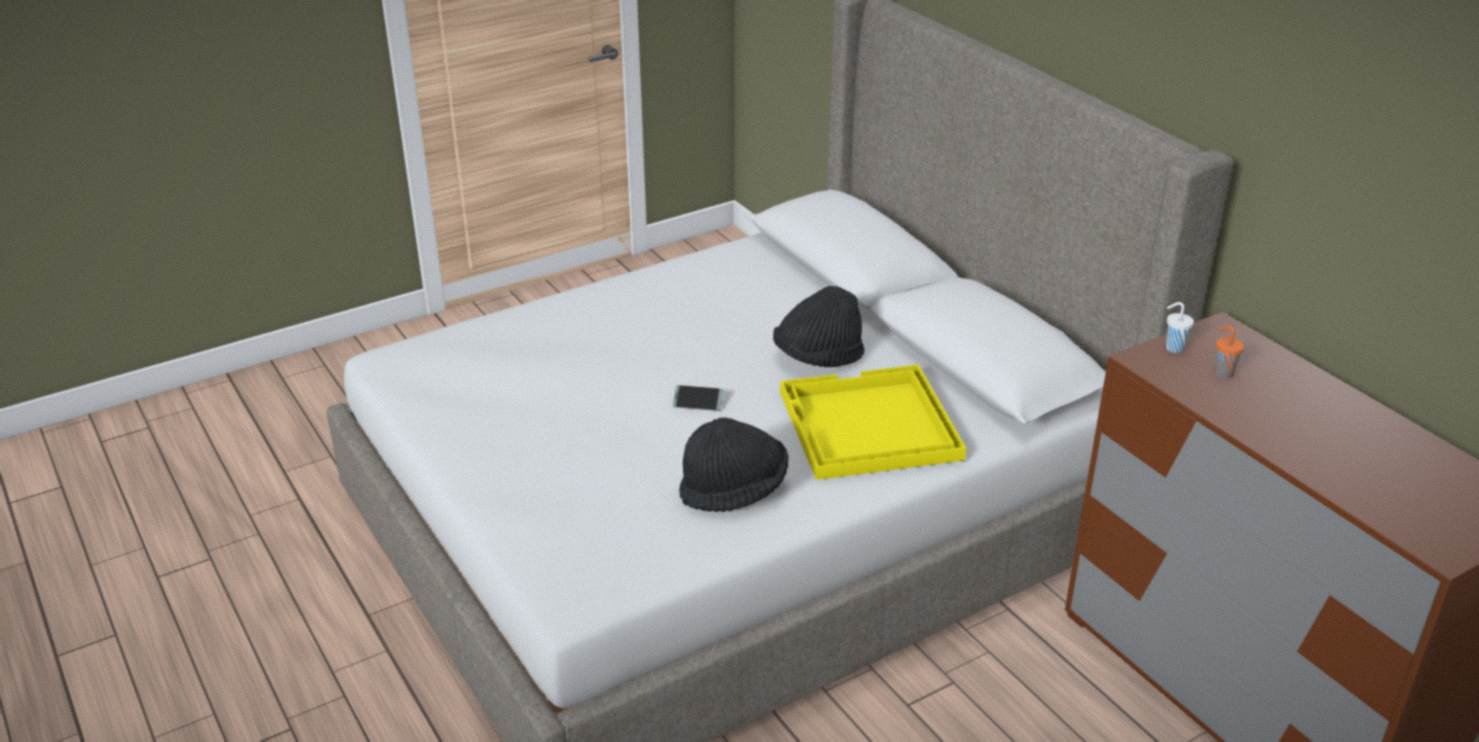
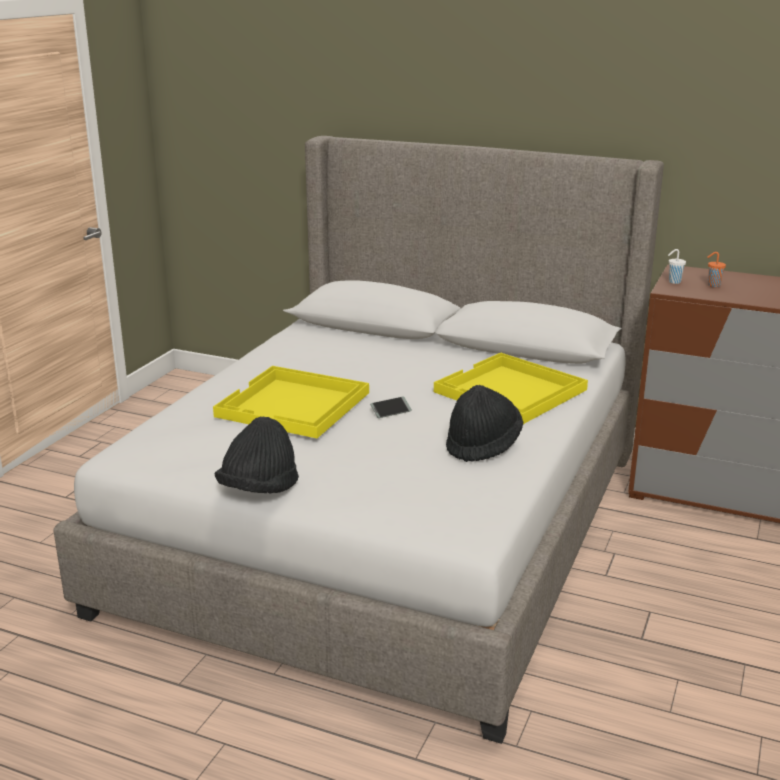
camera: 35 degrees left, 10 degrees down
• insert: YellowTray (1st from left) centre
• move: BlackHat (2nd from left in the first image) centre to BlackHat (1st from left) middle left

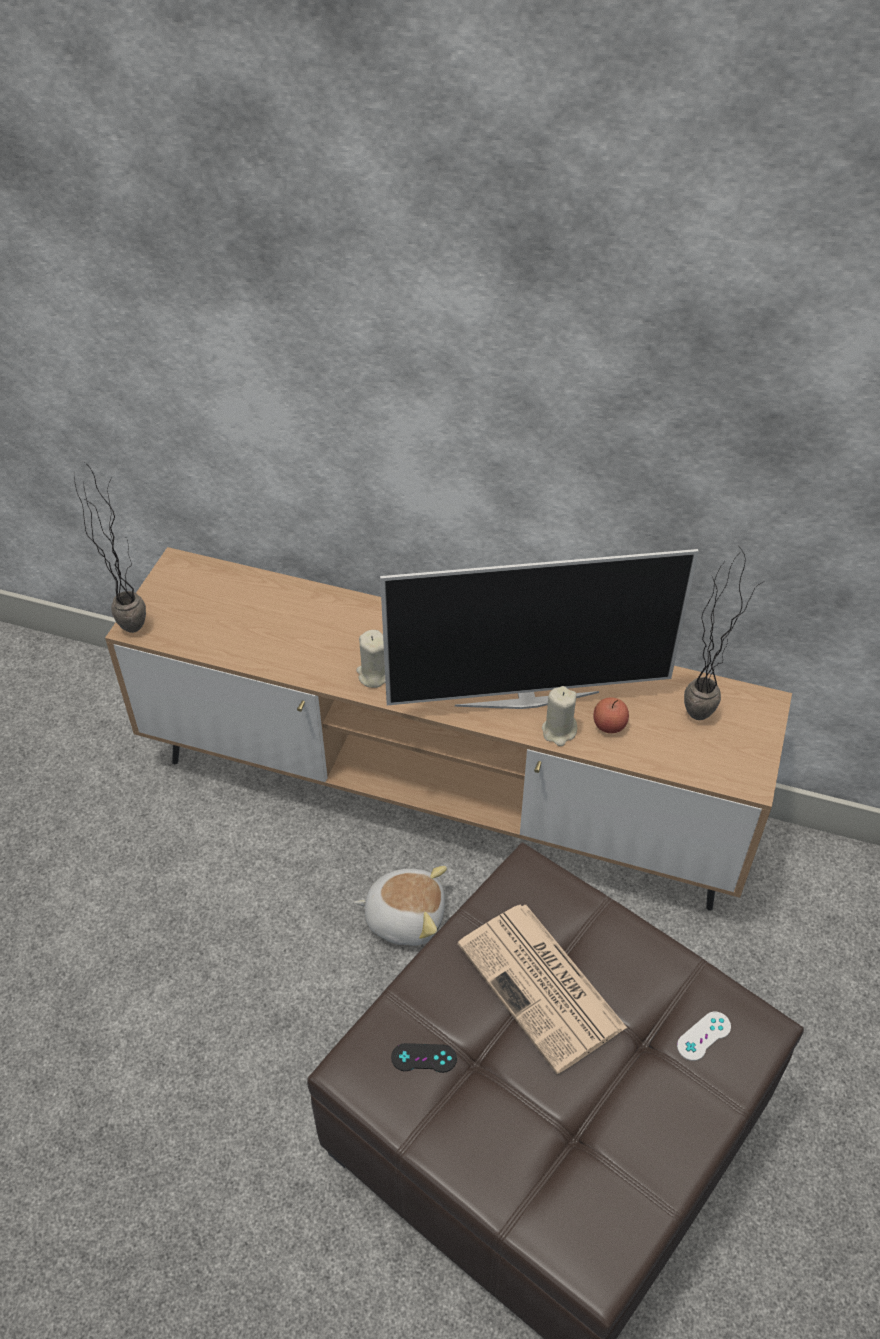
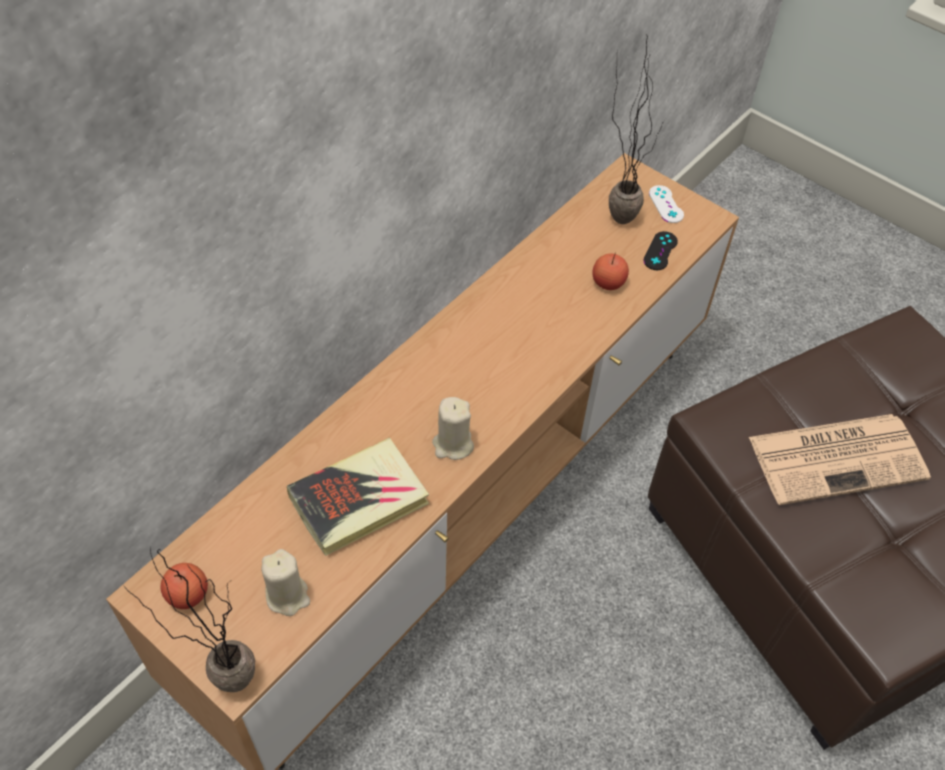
camera: 70 degrees left, 5 degrees up
• delete: PlushToy bottom centre
• delete: Television centre
• insert: Apple (1st from left) bottom left
• insert: Book centre
• move: BlackGameController bottom centre to top right
• move: BeigeCandle (2nd from left in the first image) centre to BeigeCandle (1st from left) bottom left
• move: WhiteGameController bottom right to top right

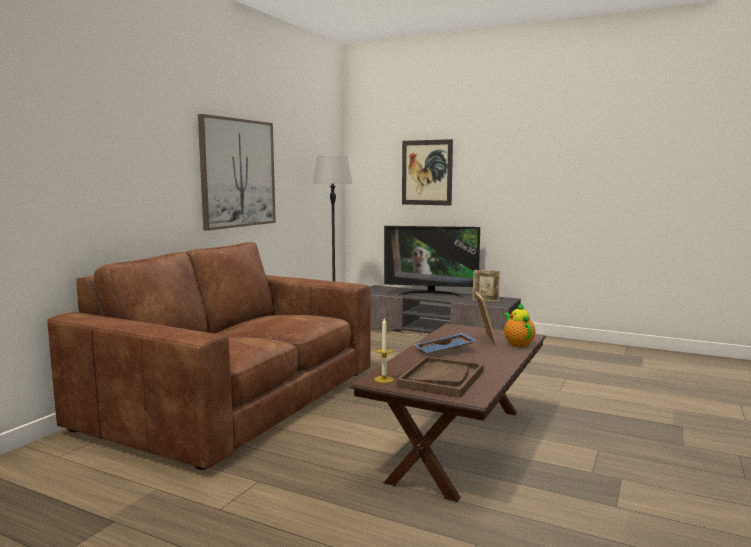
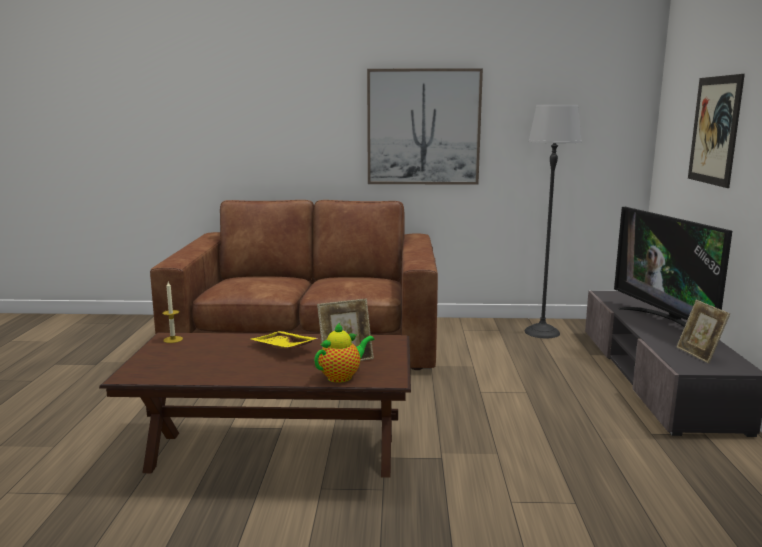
camera: 65 degrees right, 5 degrees up
• delete: BrownTray bottom centre
• recolor: BlueTray centre to YellowTray centre

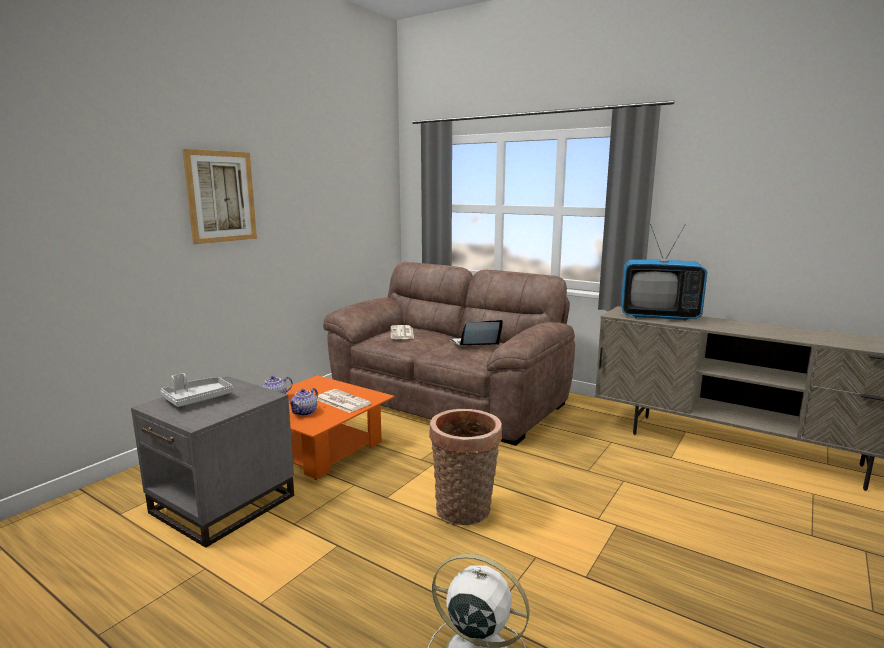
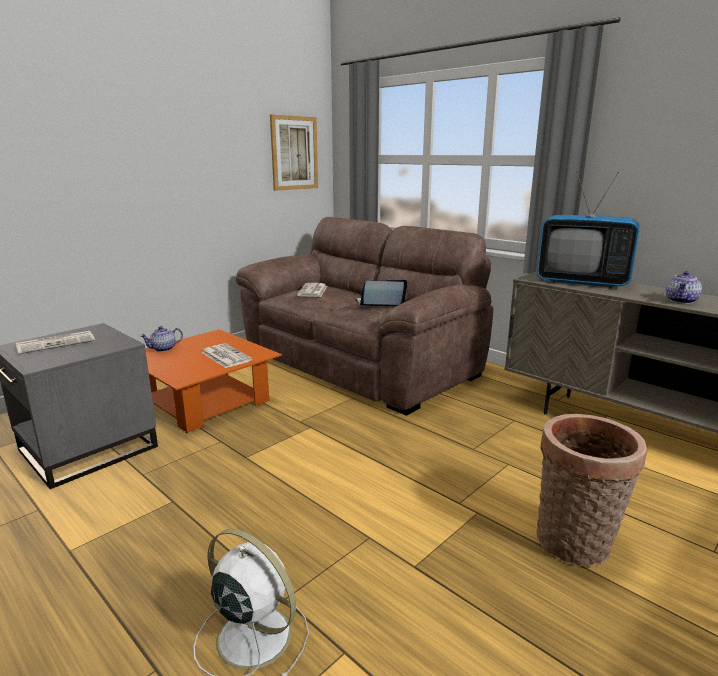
camera: 10 degrees right, 5 degrees up
• move: Picture top left to top centre
• move: Teapot (2nd from left) centre to middle right
• move: Basket bottom centre to bottom right
• replace: GreyTray middle left to Newspaper (1st from left) middle left

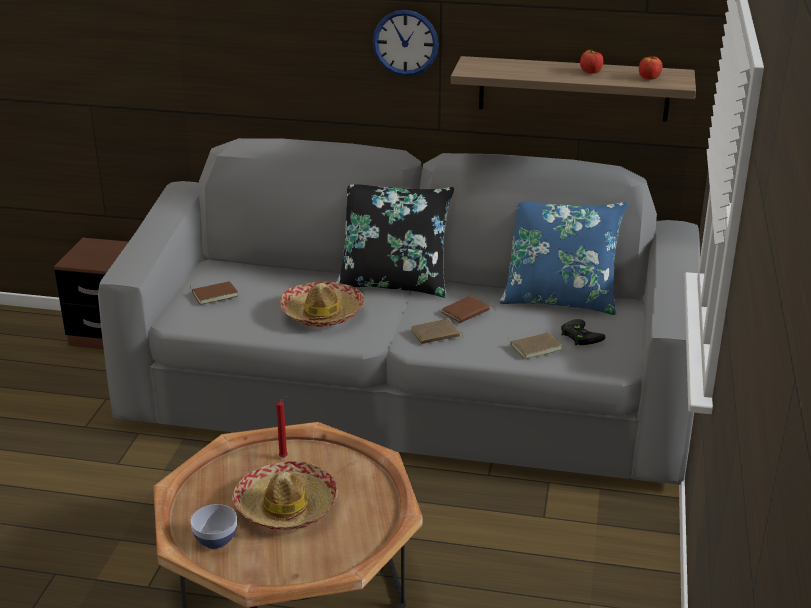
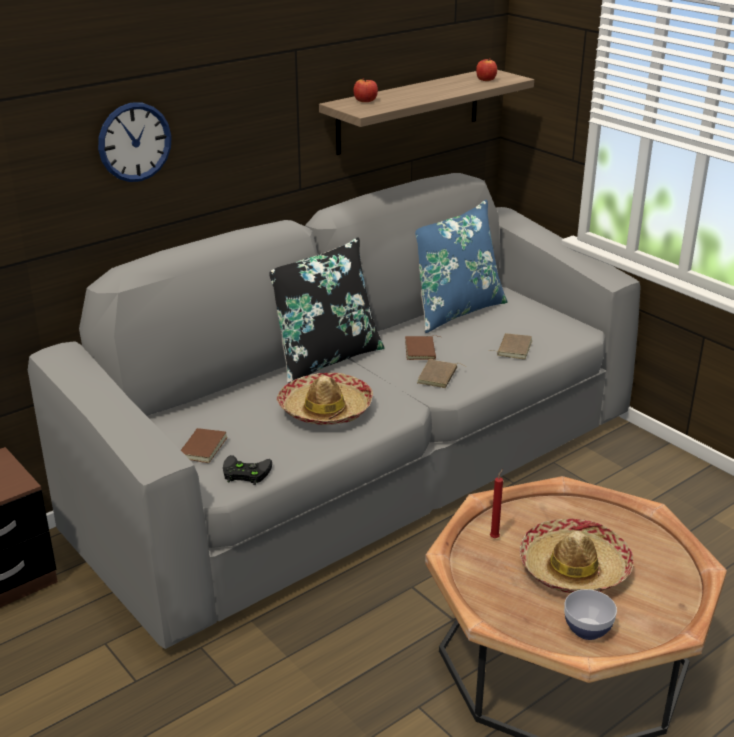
camera: 50 degrees left, 0 degrees up
• move: WallClock top centre to top left
• move: BlackGameController middle right to centre
• move: Apple (1st from left) top right to top centre

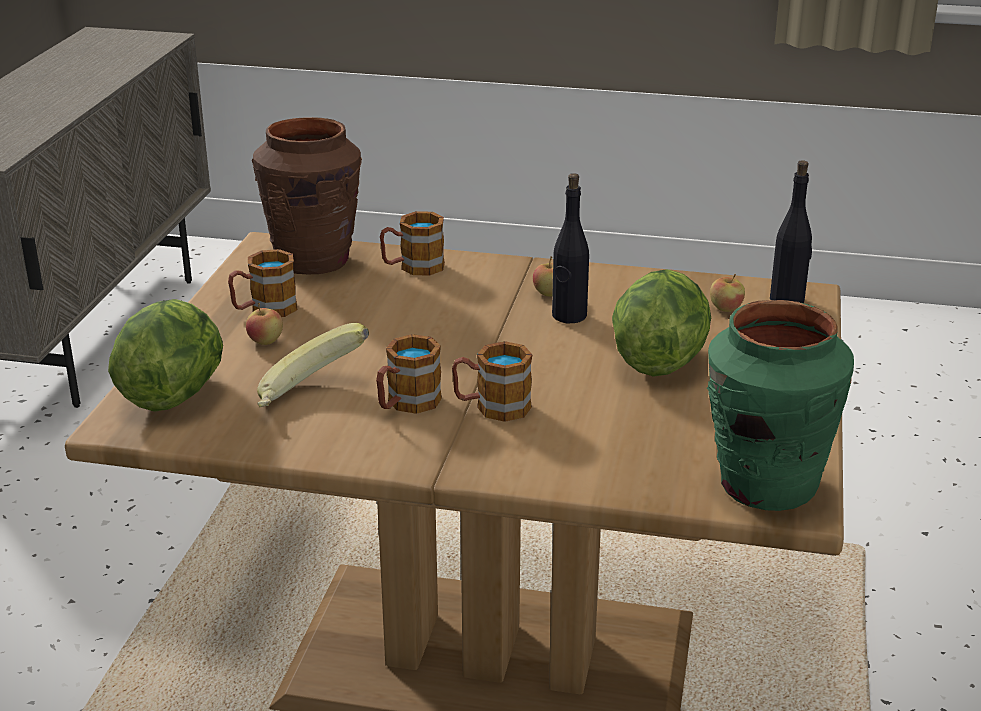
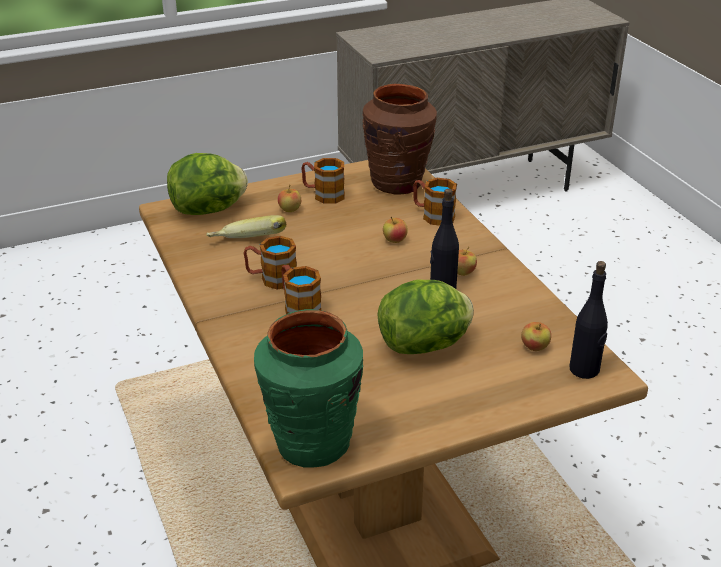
camera: 55 degrees right, 5 degrees up
• insert: Apple (2nd from left) centre

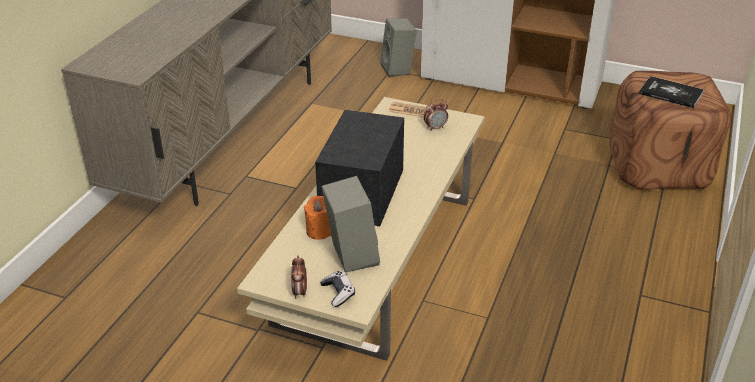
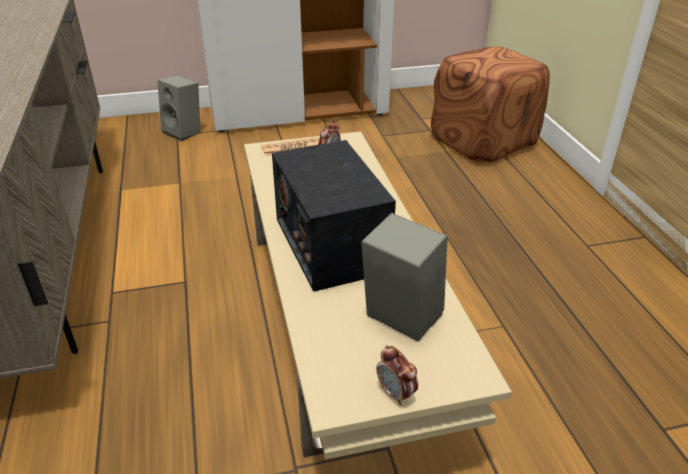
camera: 35 degrees left, 0 degrees up
• delete: OrangeCandle centre
• delete: GameController bottom centre
• delete: Book top right

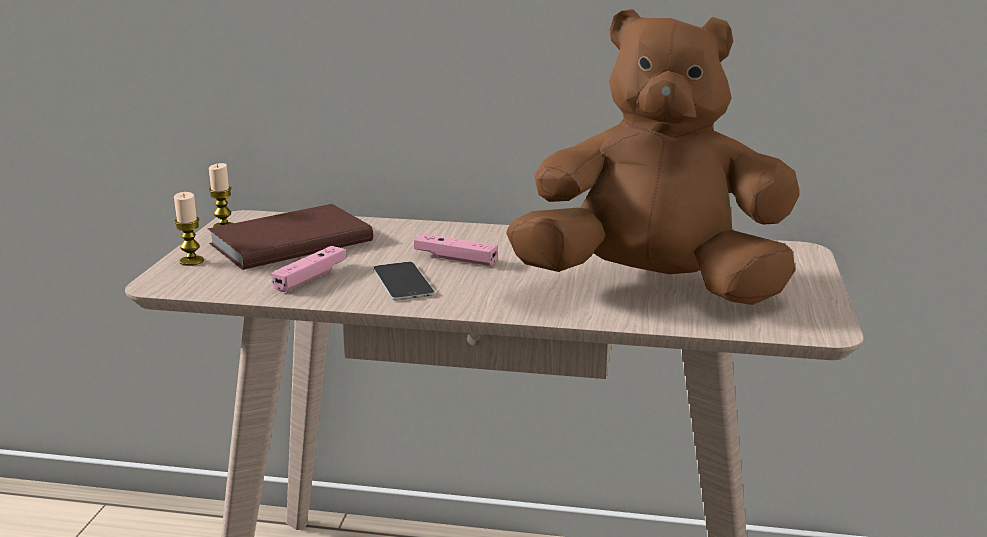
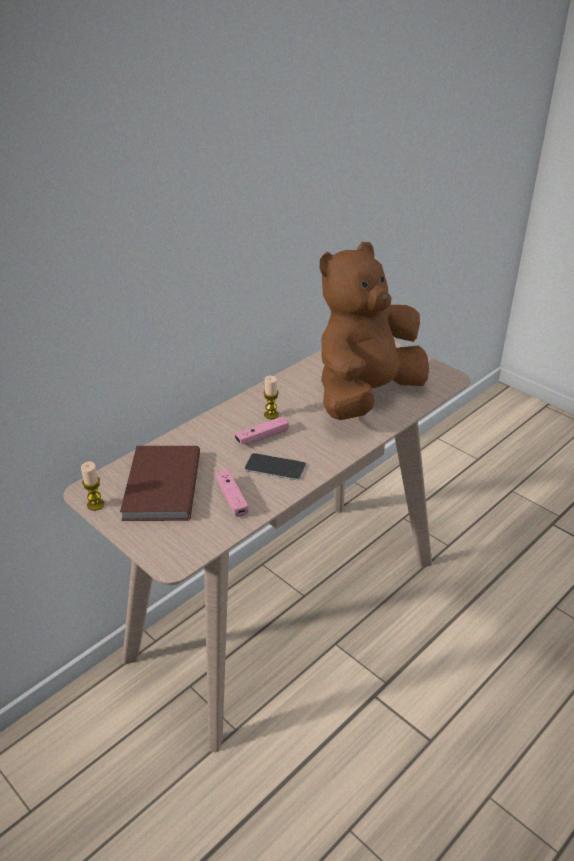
camera: 55 degrees left, 15 degrees up
• move: Candle (1st from left in the first image) middle left to Candle (2nd from left) centre

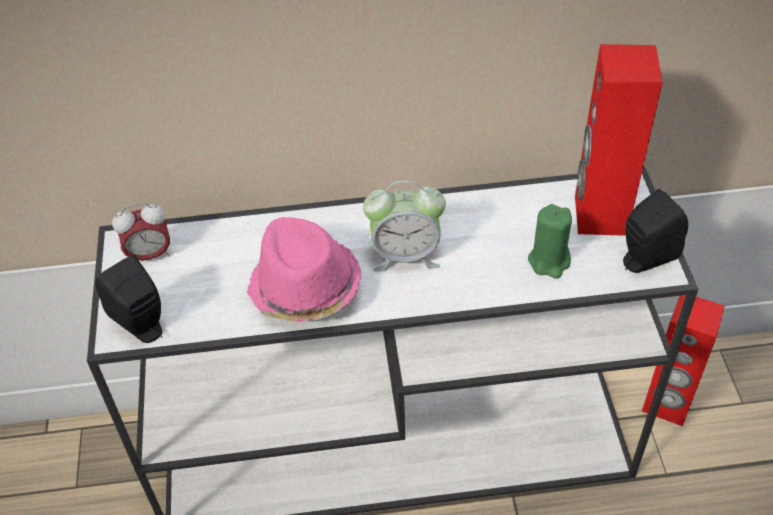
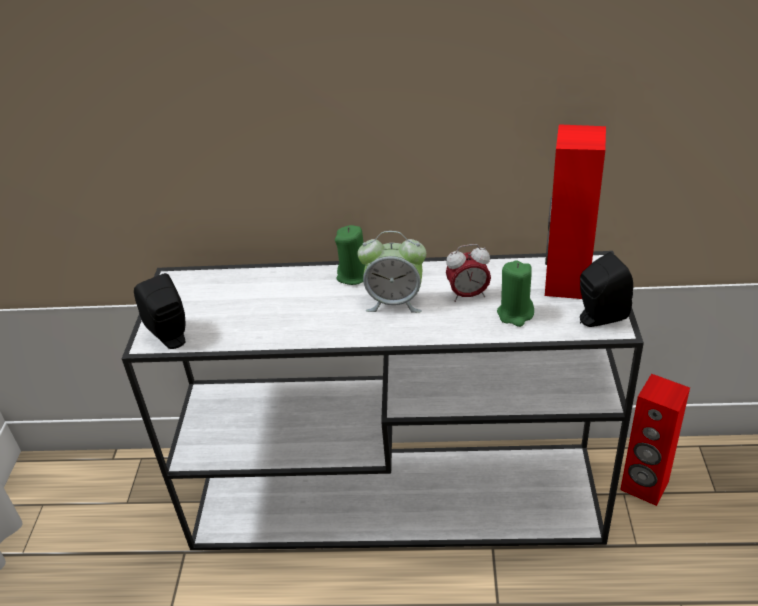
camera: 10 degrees right, 10 degrees down
• delete: PinkHat centre
• insert: GreenCandle (1st from left) centre
• move: AlarmClock (1st from left in the first image) middle left to AlarmClock (2nd from left) centre

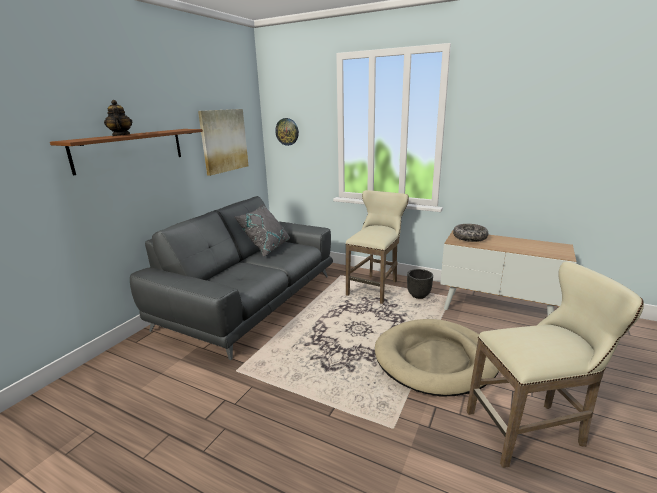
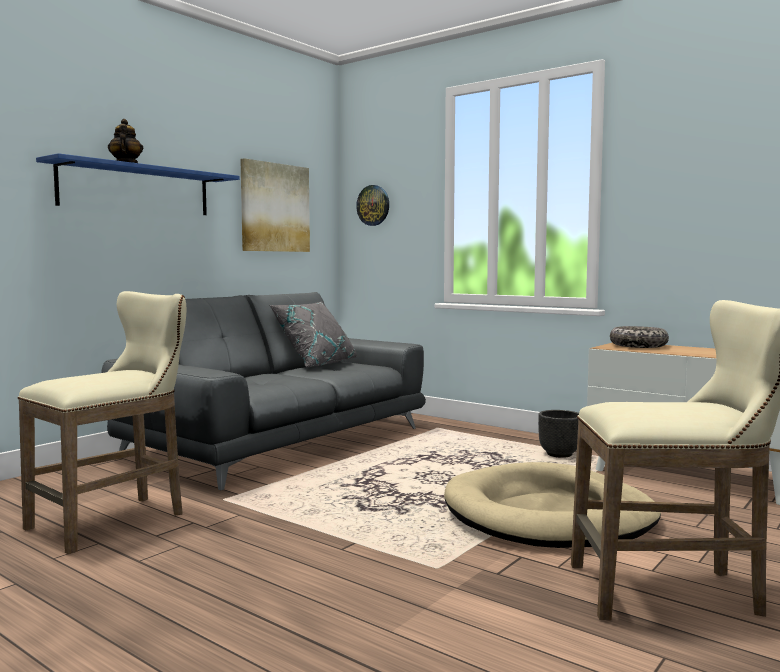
camera: 10 degrees right, 15 degrees down
• move: BeigeStool (1st from left) centre to middle left
• recolor: BrownShelf top left to BlueShelf top left

